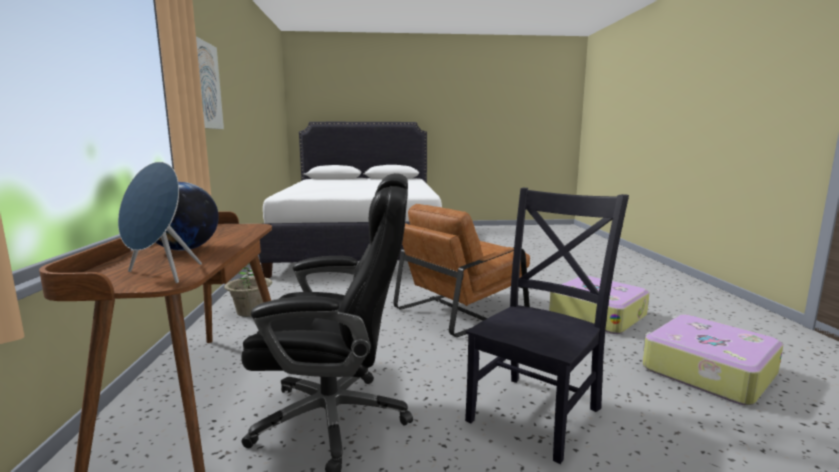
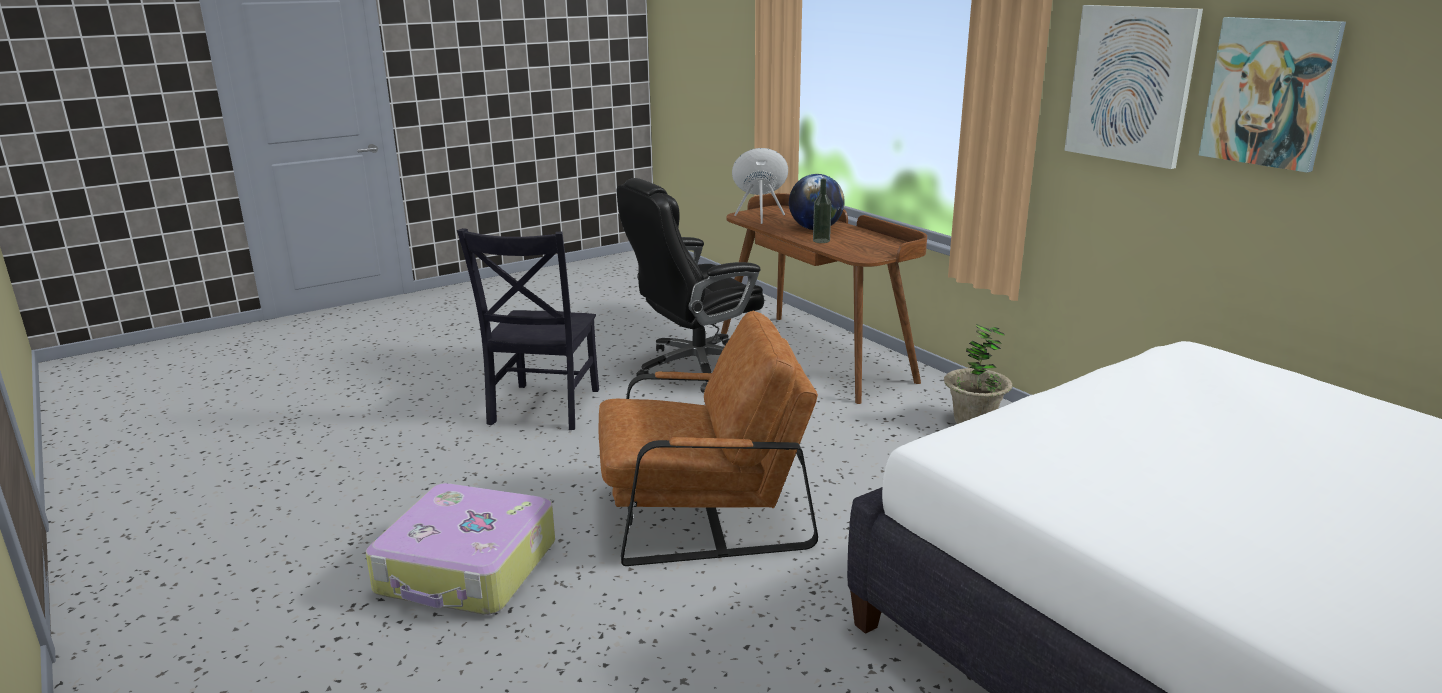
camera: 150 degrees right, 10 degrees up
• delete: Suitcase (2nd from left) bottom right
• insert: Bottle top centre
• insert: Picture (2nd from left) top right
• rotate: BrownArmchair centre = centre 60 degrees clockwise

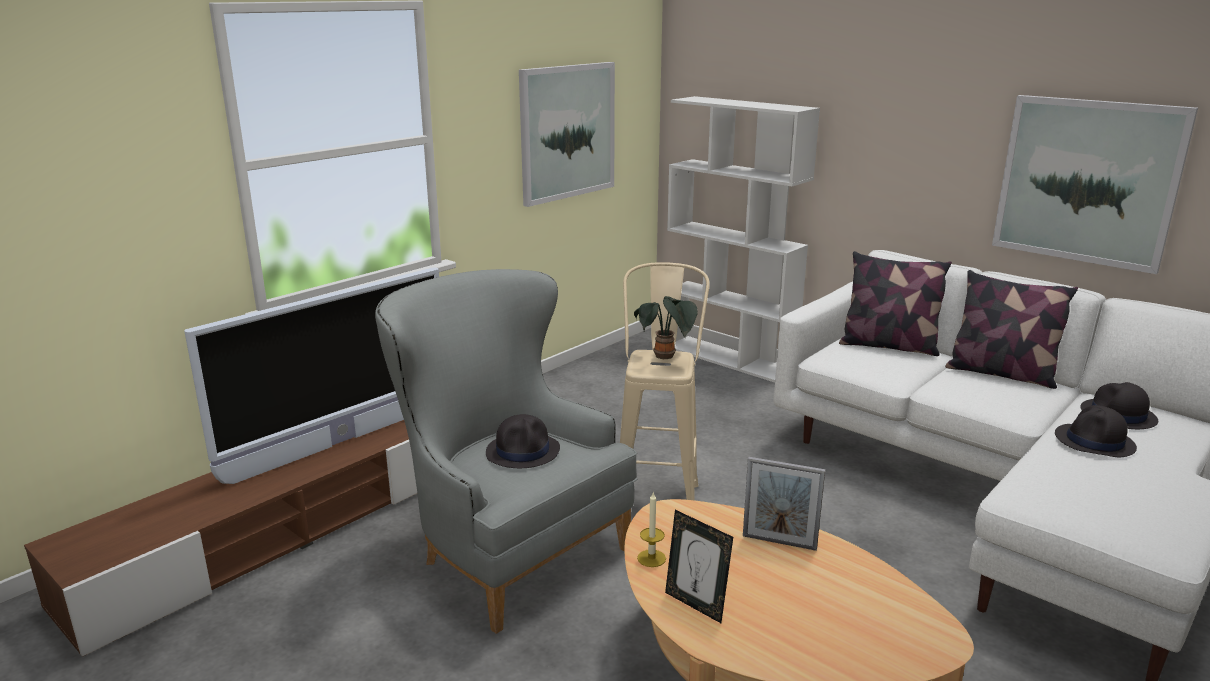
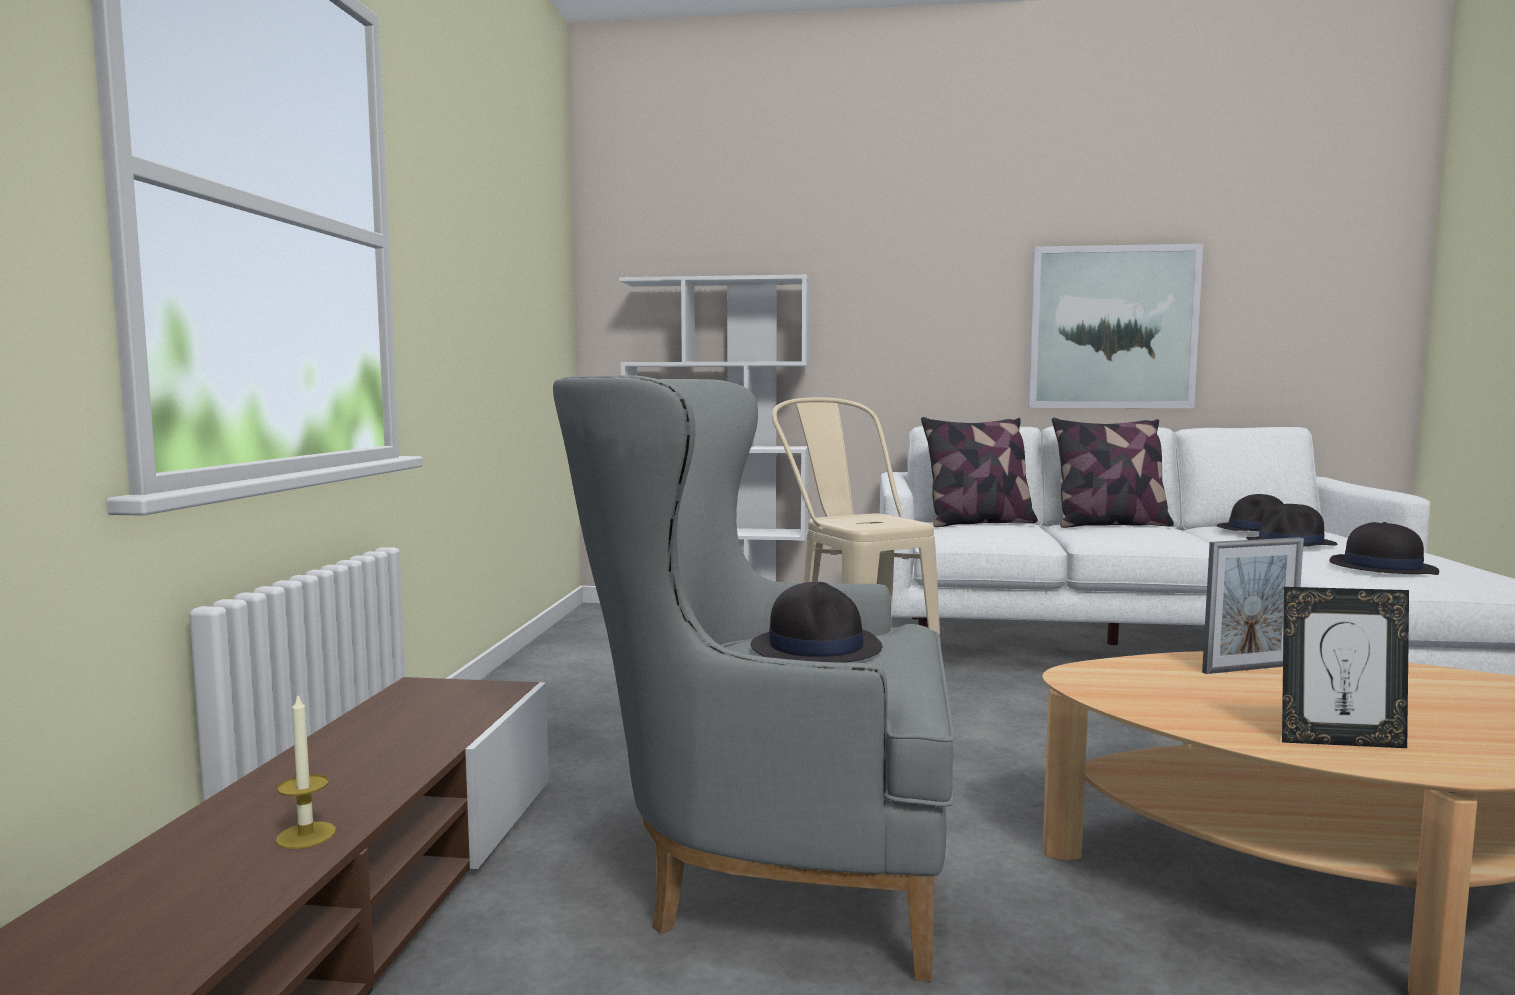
camera: 35 degrees left, 15 degrees down
• delete: Television middle left
• delete: Picture (1st from left) top centre
• delete: PottedPlant centre
• insert: BlackHat (4th from left) middle right
• move: Candle bottom centre to bottom left

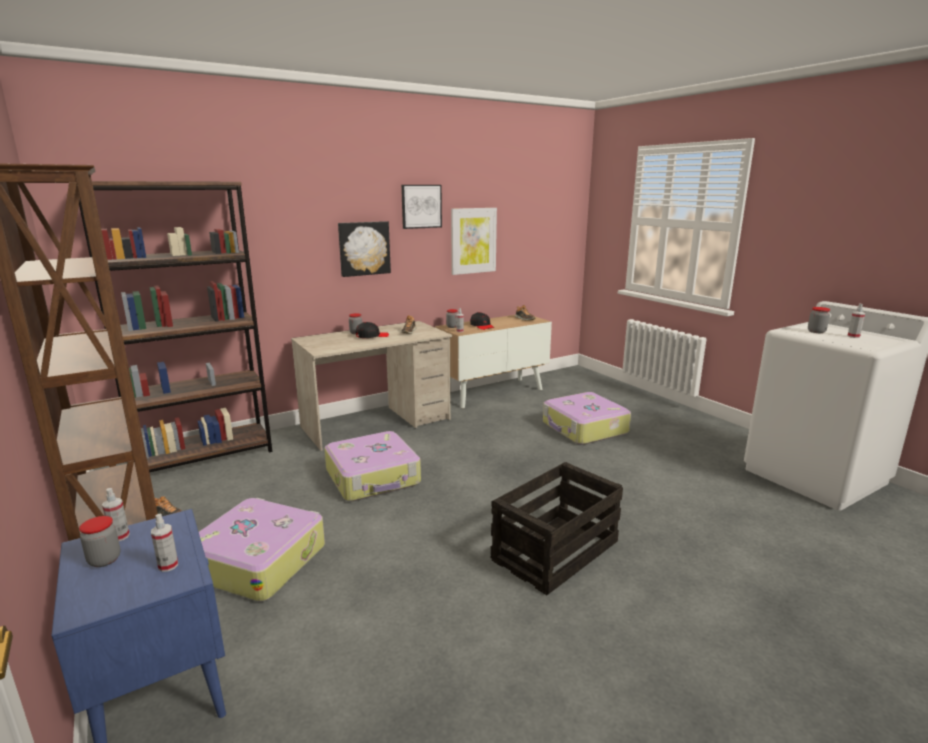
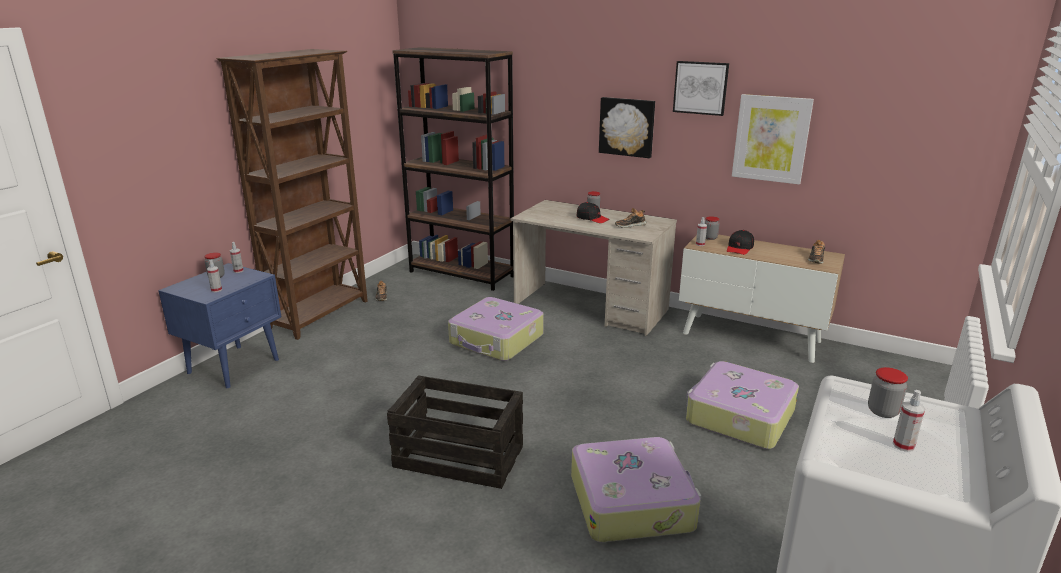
camera: 60 degrees right, 5 degrees up
• move: Suitcase (1st from left in the first image) bottom left to Suitcase (2nd from left) bottom centre

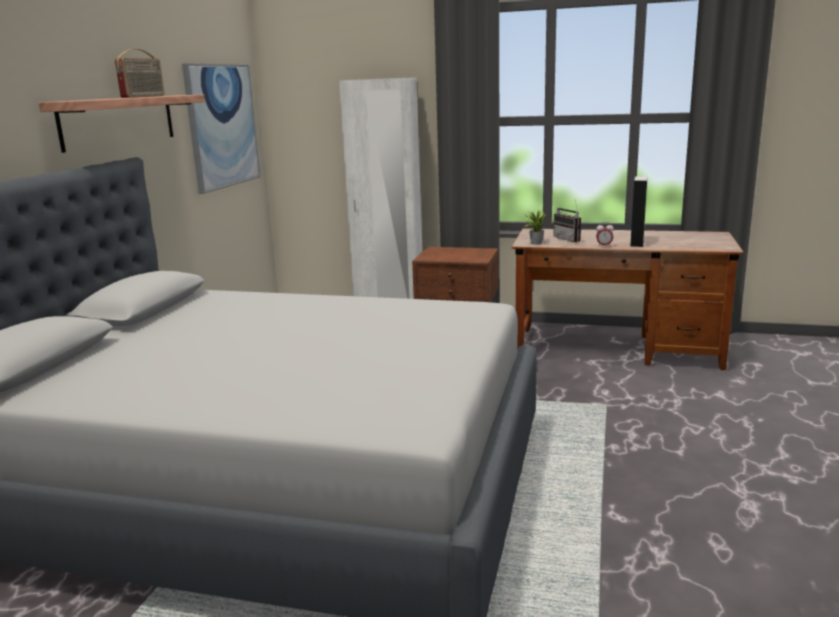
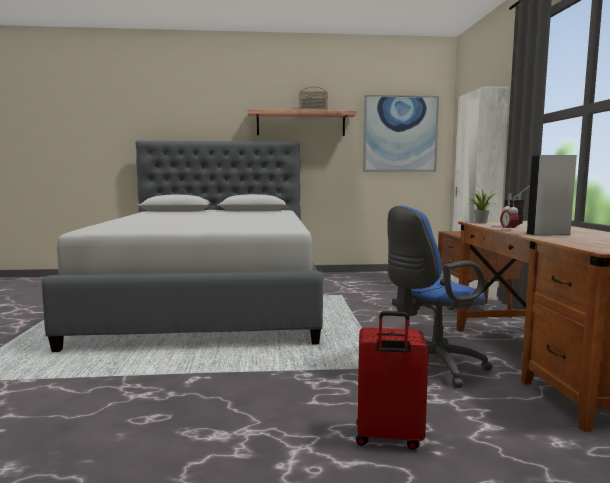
camera: 70 degrees right, 10 degrees down
• insert: RedSuitcase bottom centre
• insert: BlueOfficeChair middle right

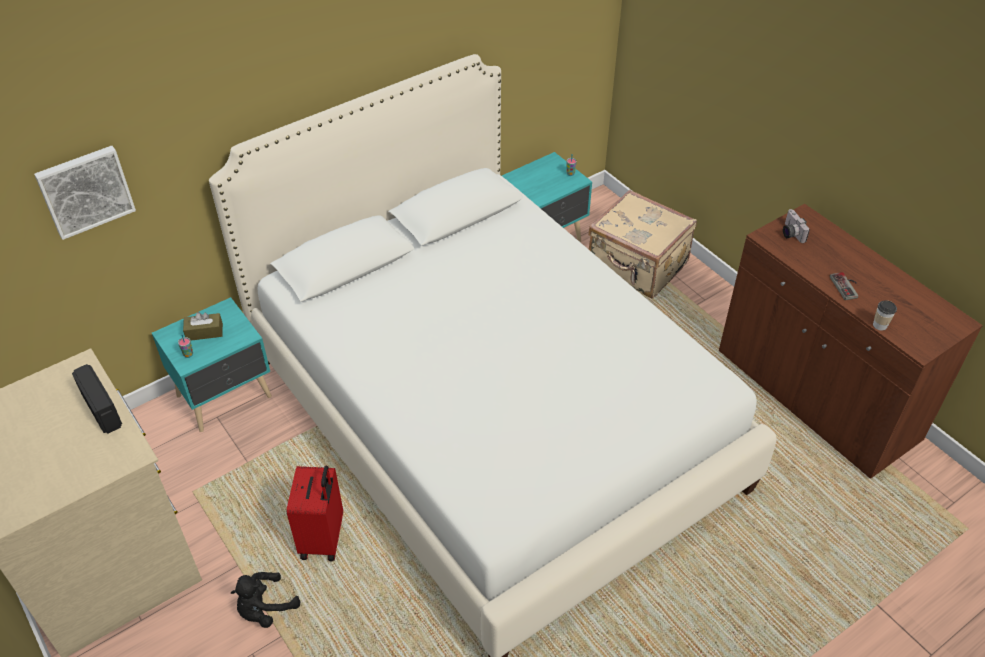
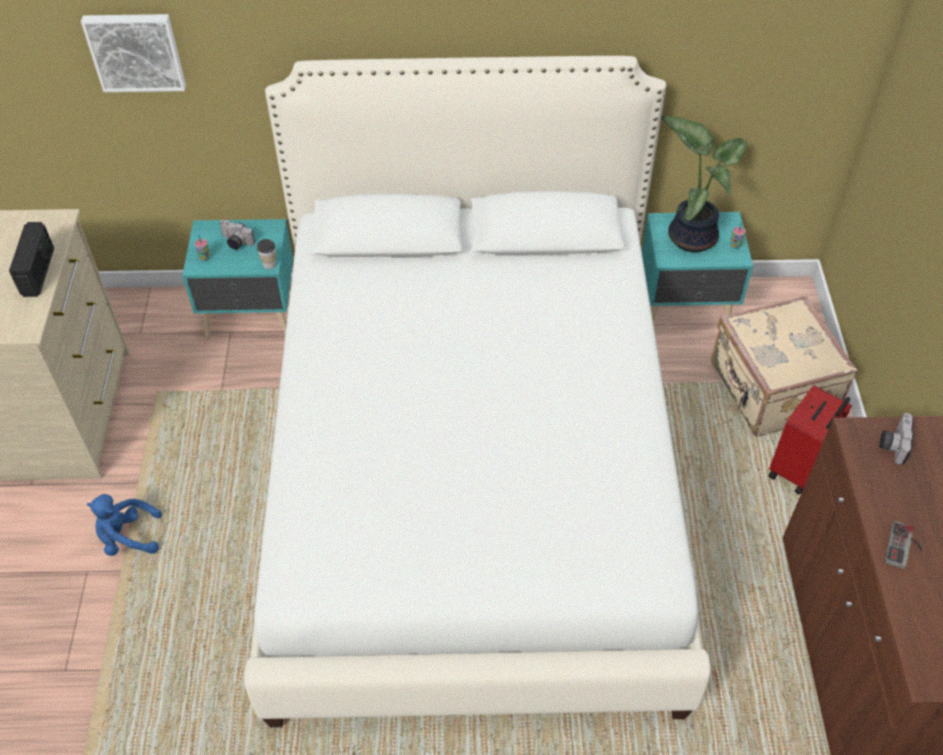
camera: 35 degrees right, 5 degrees up
• insert: PottedPlant top right
• move: RedSuitcase bottom left to middle right
• move: Cup (3rd from left in the first image) middle right to Cup (2nd from left) middle left
• replace: BrownTissueBox middle left to PhotoCamera (1st from left) top left
• recolor: BlackPlushToy bottom left to BluePlushToy bottom left

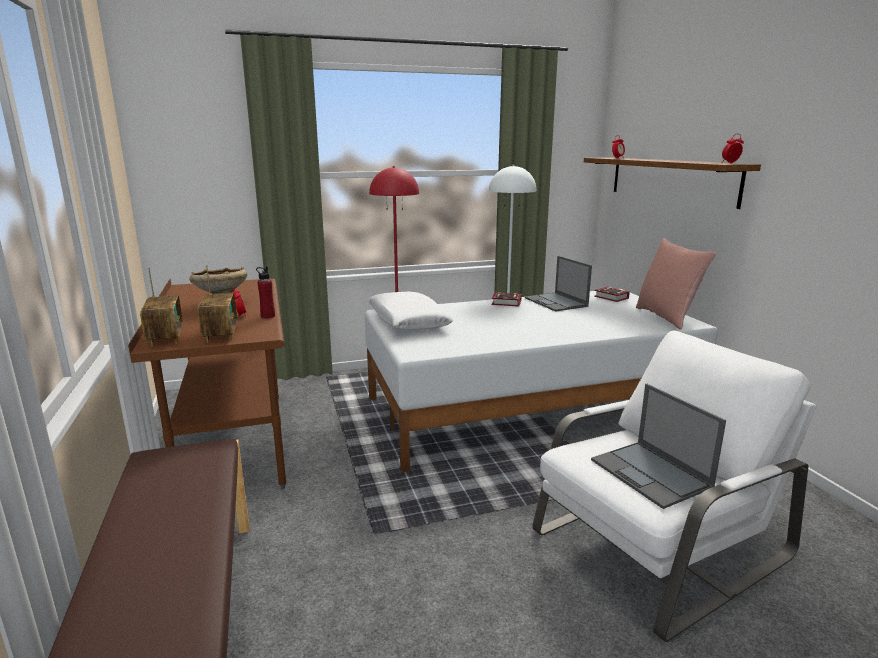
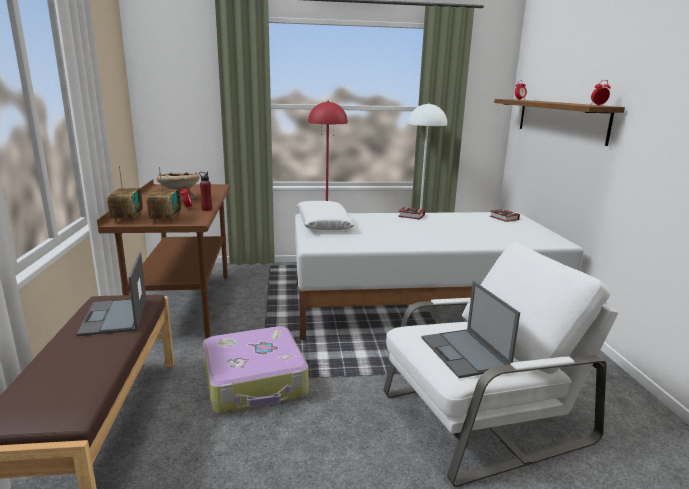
camera: 10 degrees right, 0 degrees up
• delete: PinkPillow middle right
• insert: Suitcase bottom centre
• move: Laptop (1st from left) centre to middle left

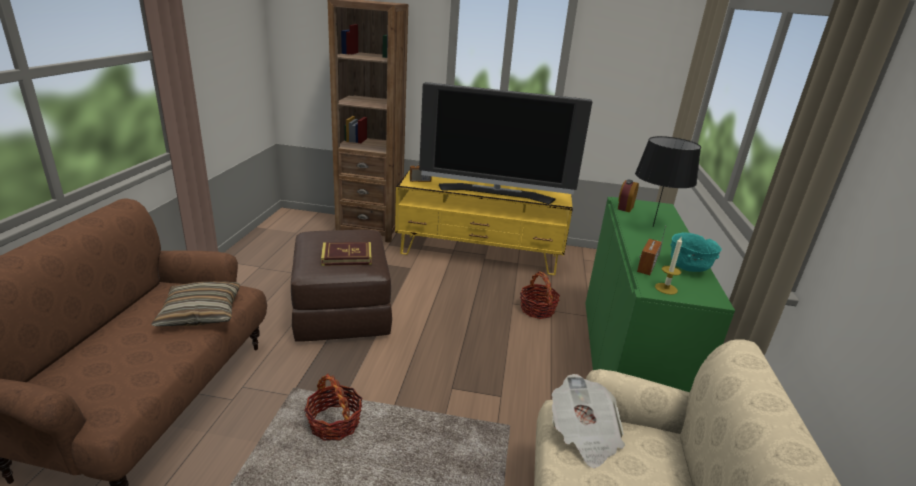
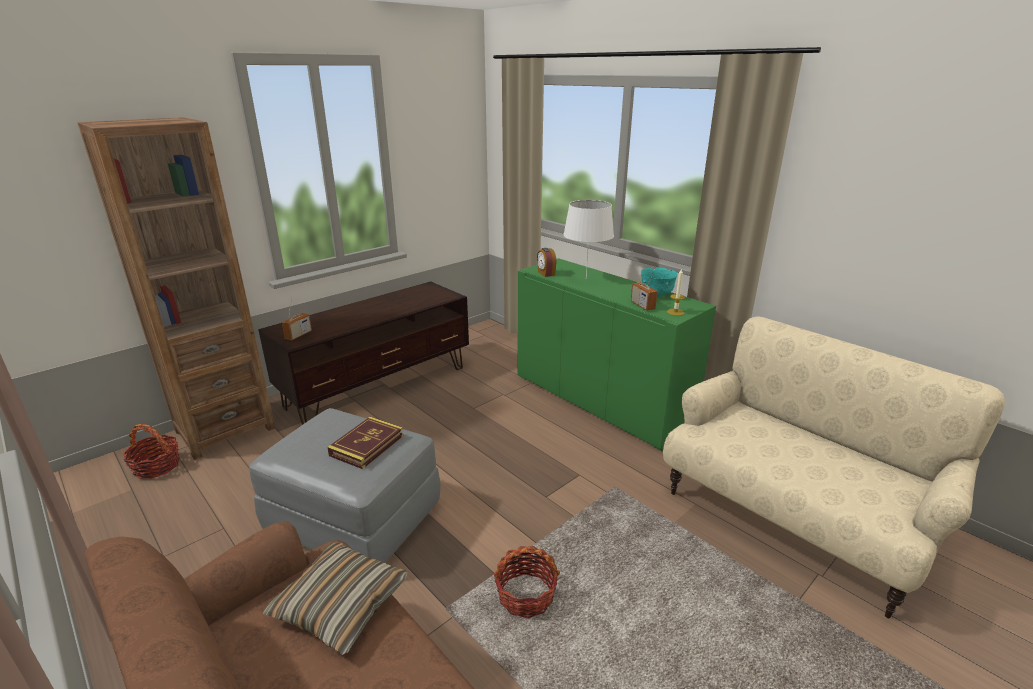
camera: 50 degrees left, 0 degrees up
• delete: Television top centre
• delete: Newspaper bottom centre
• move: Basket (2nd from left in the first image) centre to Basket (1st from left) middle left
• recolor: BrownOttoman centre to GreyOttoman bottom centre
• recolor: YellowTvStand centre to BrownTvStand centre
• recolor: BlackTableLamp middle right to WhiteTableLamp centre

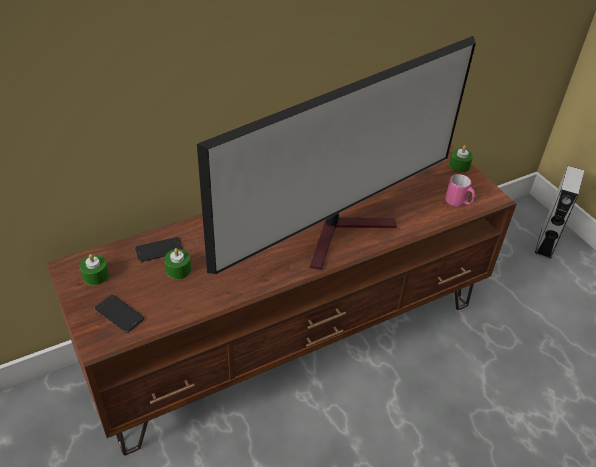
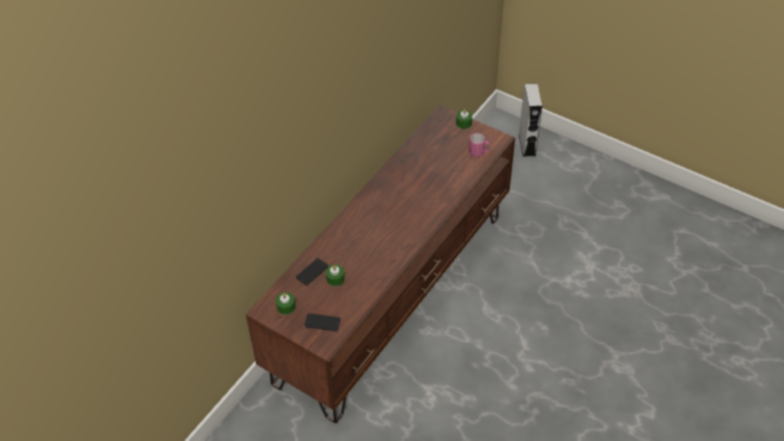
camera: 25 degrees left, 5 degrees up
• delete: Television top centre

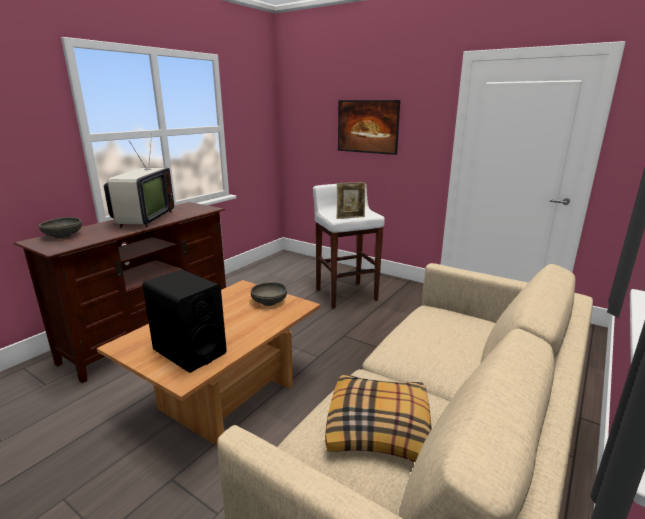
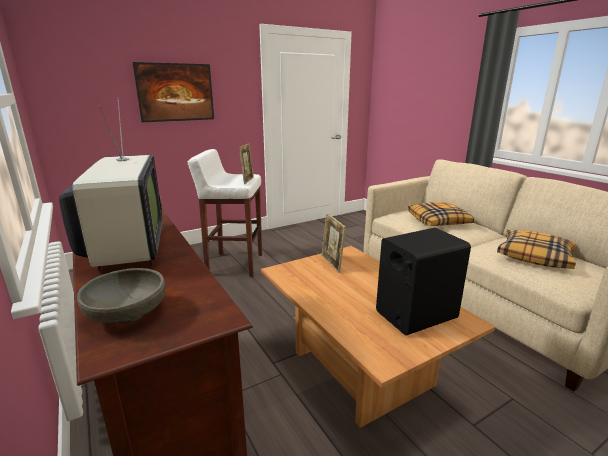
camera: 65 degrees left, 0 degrees up
• insert: Pillow (1st from left) middle right
• replace: GreyBowl (2nd from left) centre to PictureFrame (2nd from left) centre
• rotate: Television middle left = middle left 45 degrees clockwise

